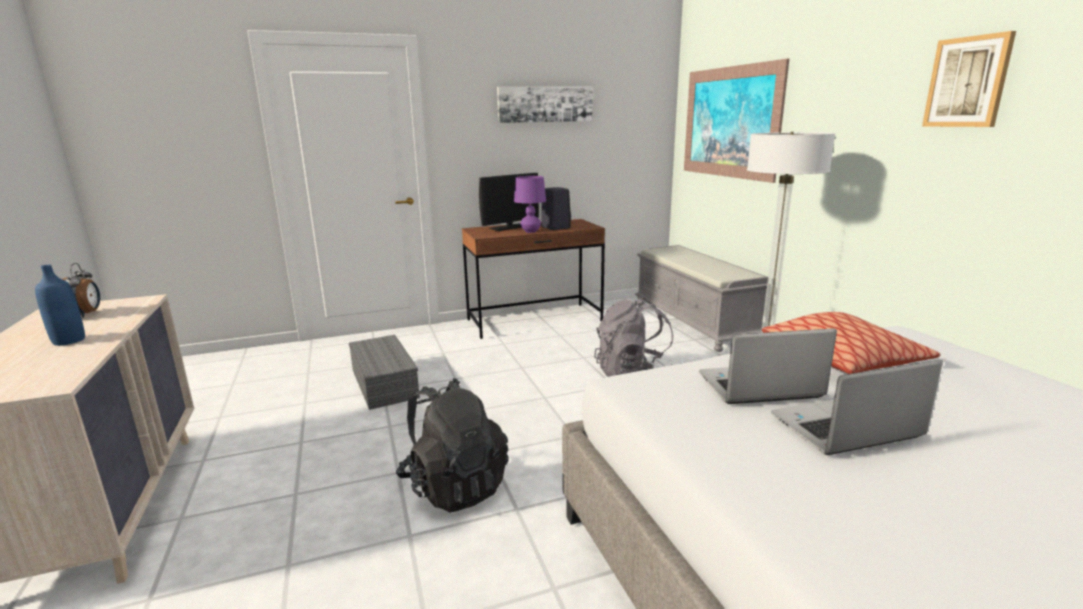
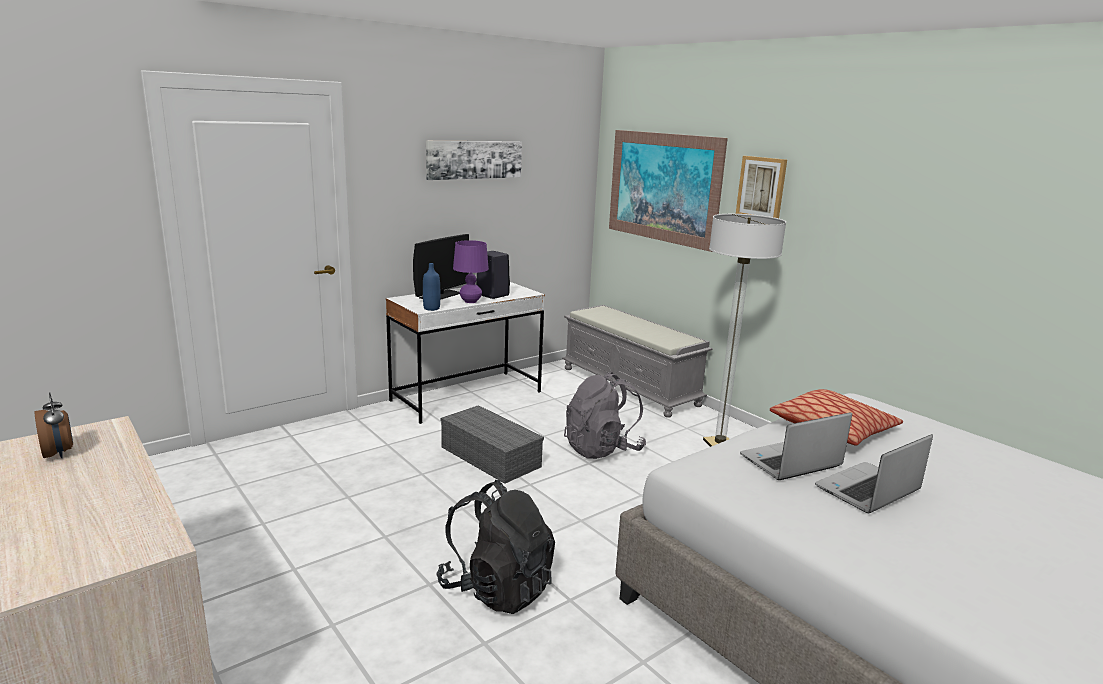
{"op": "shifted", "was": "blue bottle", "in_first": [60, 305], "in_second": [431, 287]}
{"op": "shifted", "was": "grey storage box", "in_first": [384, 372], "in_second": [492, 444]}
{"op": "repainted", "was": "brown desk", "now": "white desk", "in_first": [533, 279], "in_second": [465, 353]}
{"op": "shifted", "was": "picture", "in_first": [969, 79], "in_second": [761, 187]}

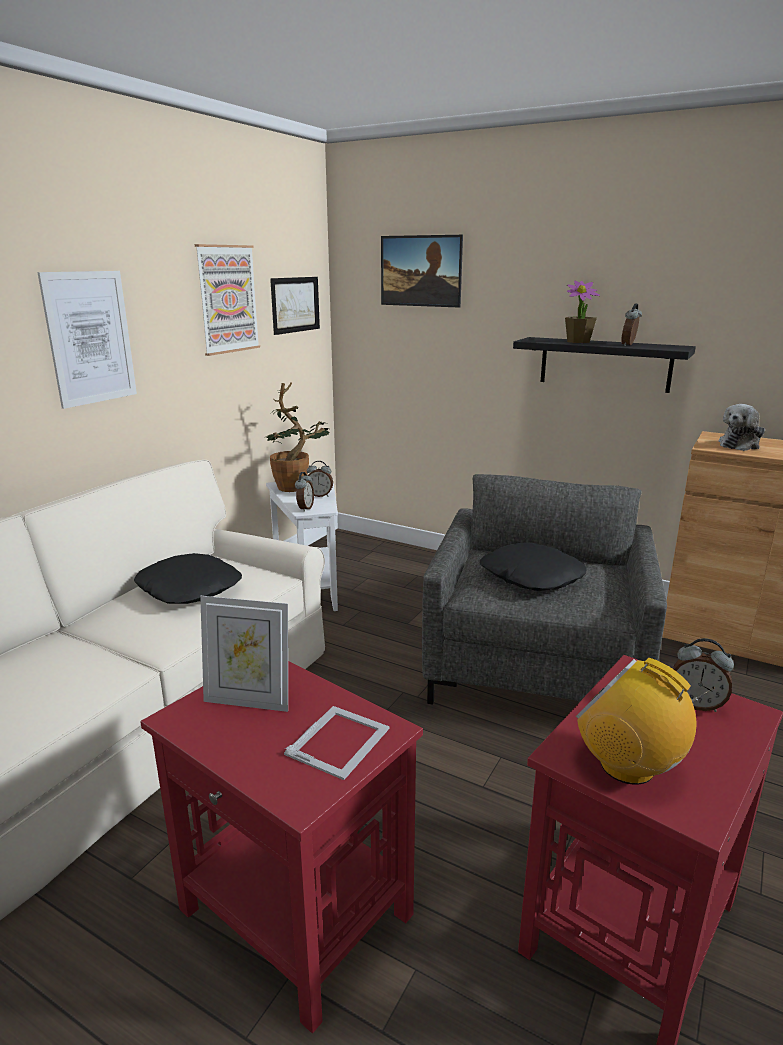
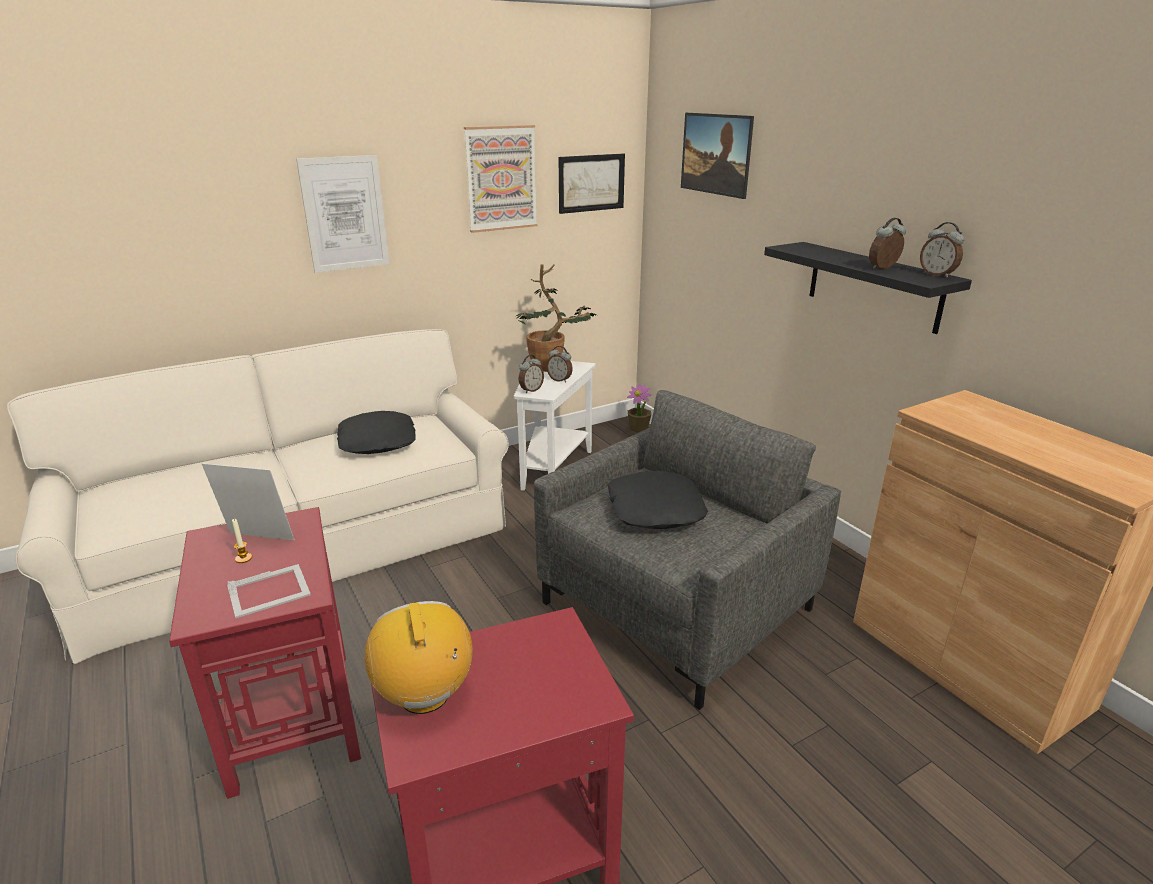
{"op": "rotated", "was": "picture frame", "in_first": [244, 654], "in_second": [248, 501], "clockwise": 150}
{"op": "shifted", "was": "potted plant", "in_first": [582, 311], "in_second": [639, 408]}
{"op": "shifted", "was": "alarm clock", "in_first": [703, 675], "in_second": [942, 250]}
{"op": "gone", "was": "plush toy", "in_first": [741, 427]}
{"op": "new", "now": "candle", "in_second": [242, 541]}

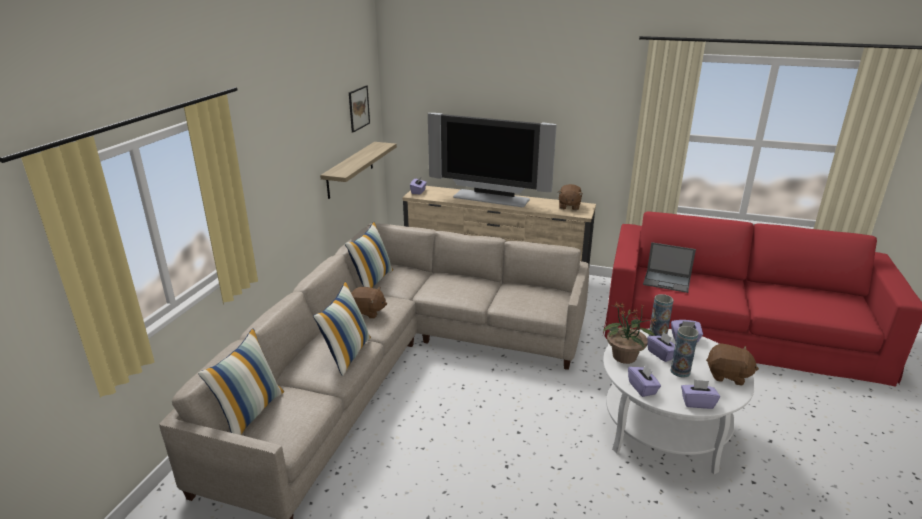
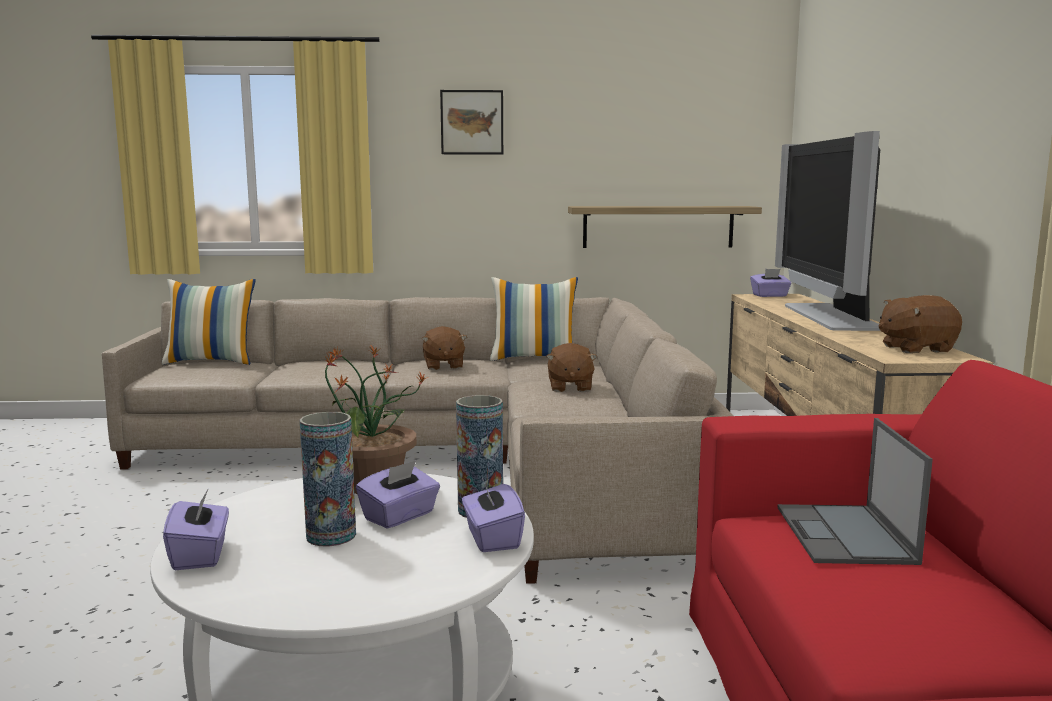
{"op": "gone", "was": "pillow", "in_first": [342, 328]}
{"op": "shifted", "was": "picture", "in_first": [359, 109], "in_second": [471, 122]}
{"op": "gone", "was": "purple tissue box", "in_first": [644, 380]}
{"op": "shifted", "was": "brown plush toy", "in_first": [732, 364], "in_second": [571, 367]}

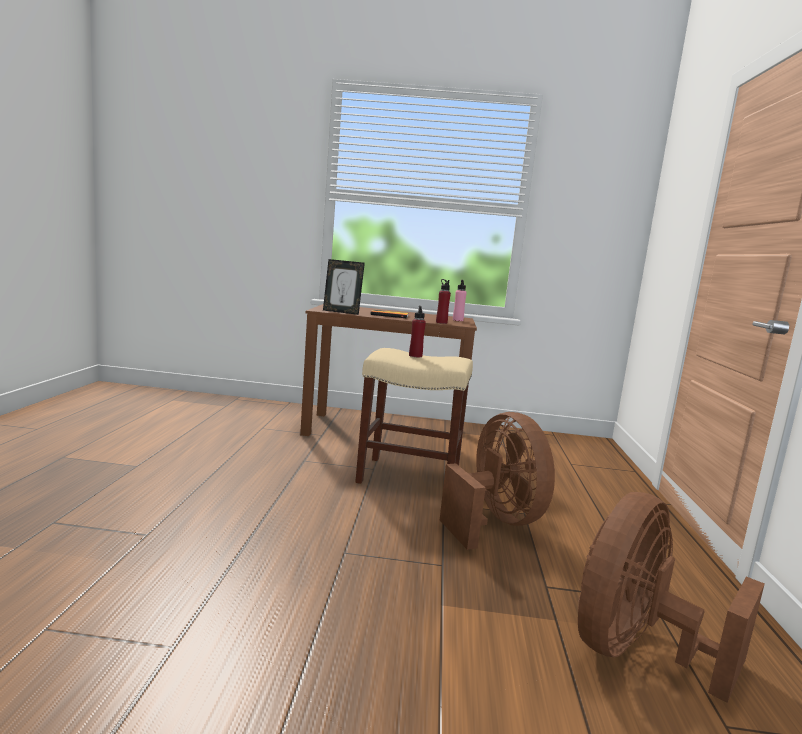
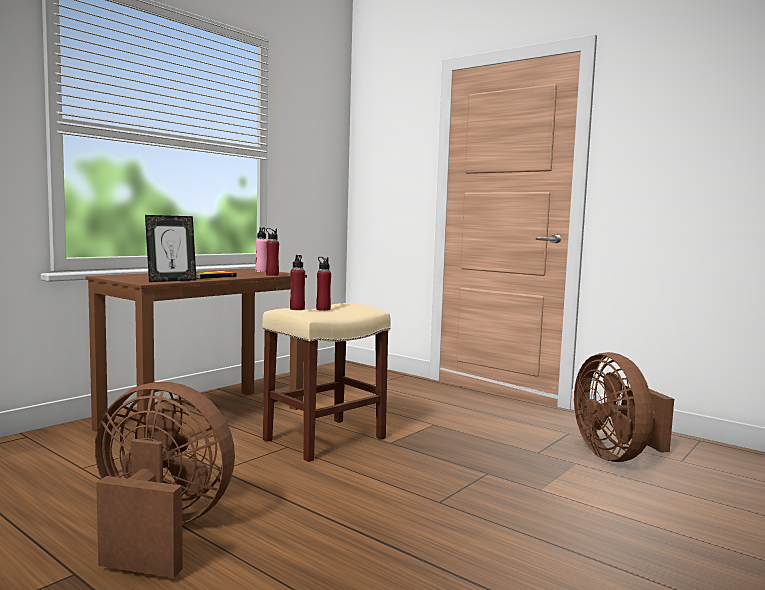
{"op": "shifted", "was": "brown fan", "in_first": [497, 481], "in_second": [165, 480]}
{"op": "new", "now": "red bottle", "in_second": [297, 282]}

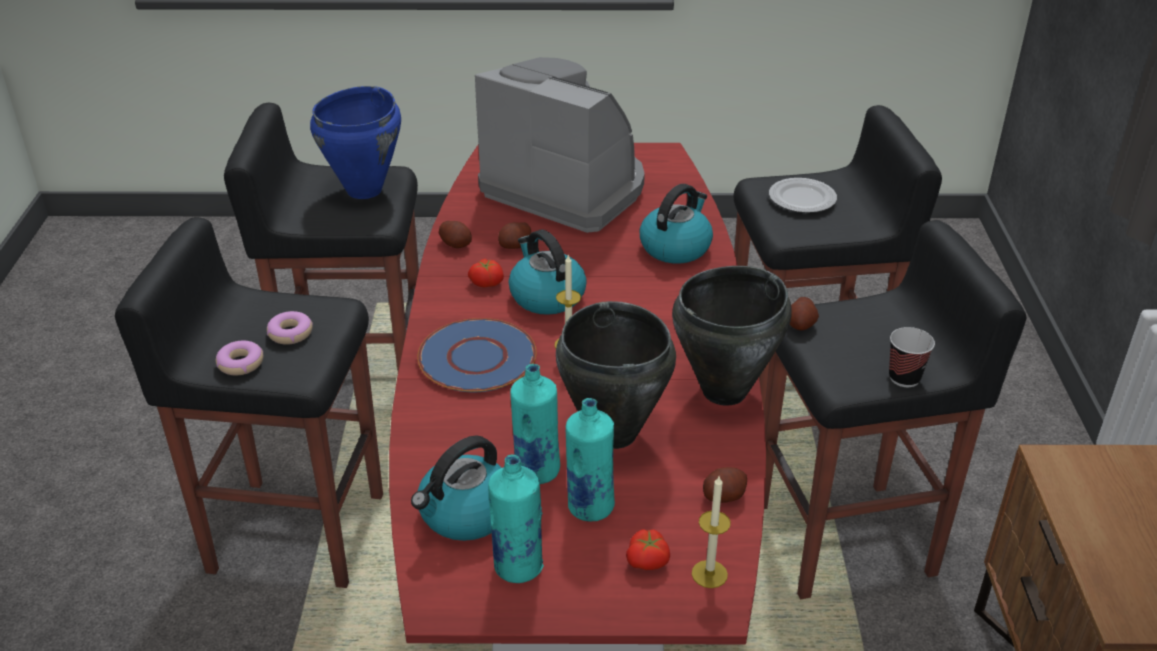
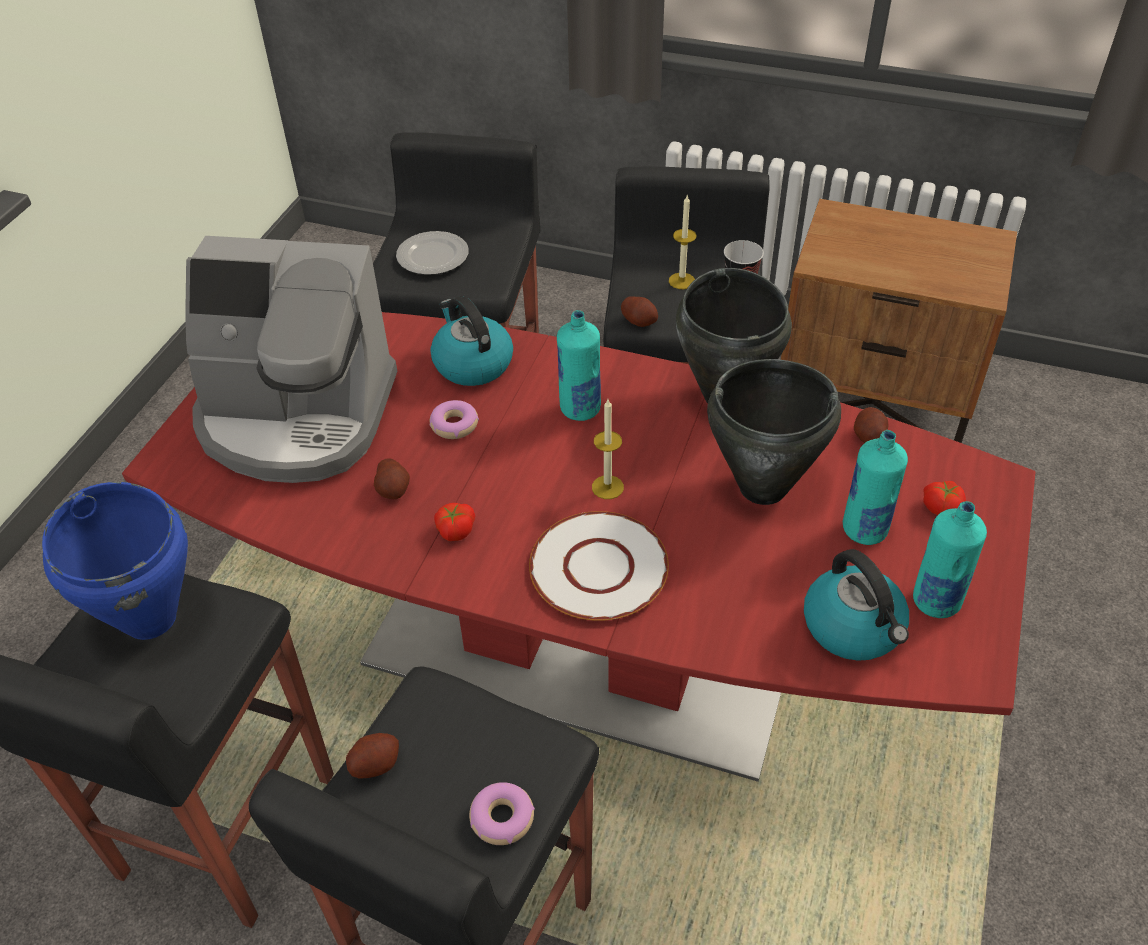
{"op": "shifted", "was": "donut", "in_first": [290, 328], "in_second": [454, 419]}
{"op": "repainted", "was": "blue plate", "now": "white plate", "in_first": [476, 355], "in_second": [599, 566]}
{"op": "shifted", "was": "potato", "in_first": [455, 234], "in_second": [372, 756]}
{"op": "rotated", "was": "coffee machine", "in_first": [560, 145], "in_second": [291, 359], "clockwise": -135}
{"op": "gone", "was": "kettle", "in_first": [547, 272]}
{"op": "shifted", "was": "turquoise bottle", "in_first": [535, 424], "in_second": [579, 365]}
{"op": "shifted", "was": "candle", "in_first": [711, 532], "in_second": [682, 242]}

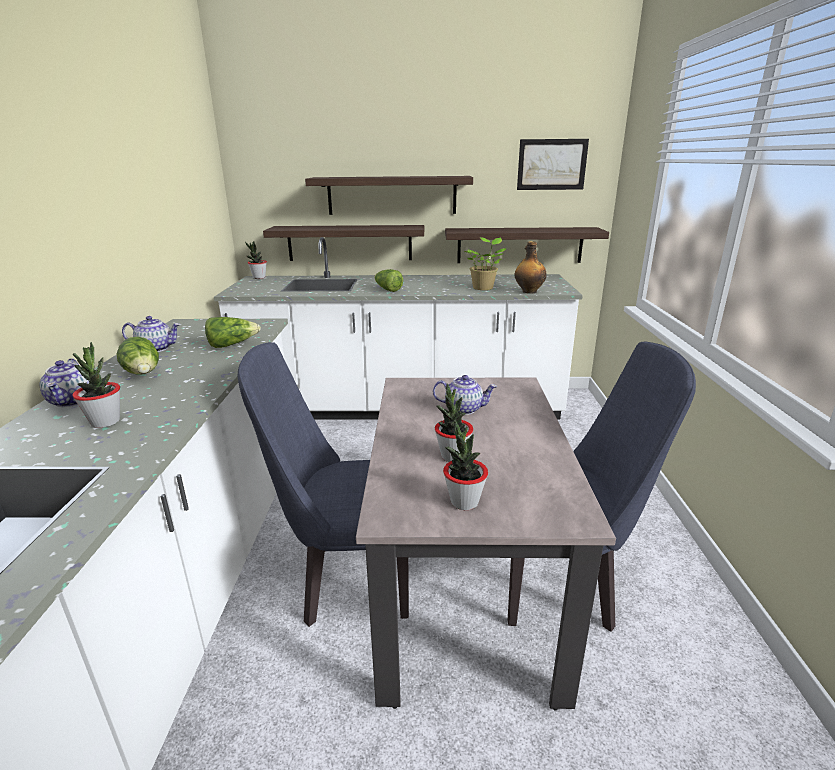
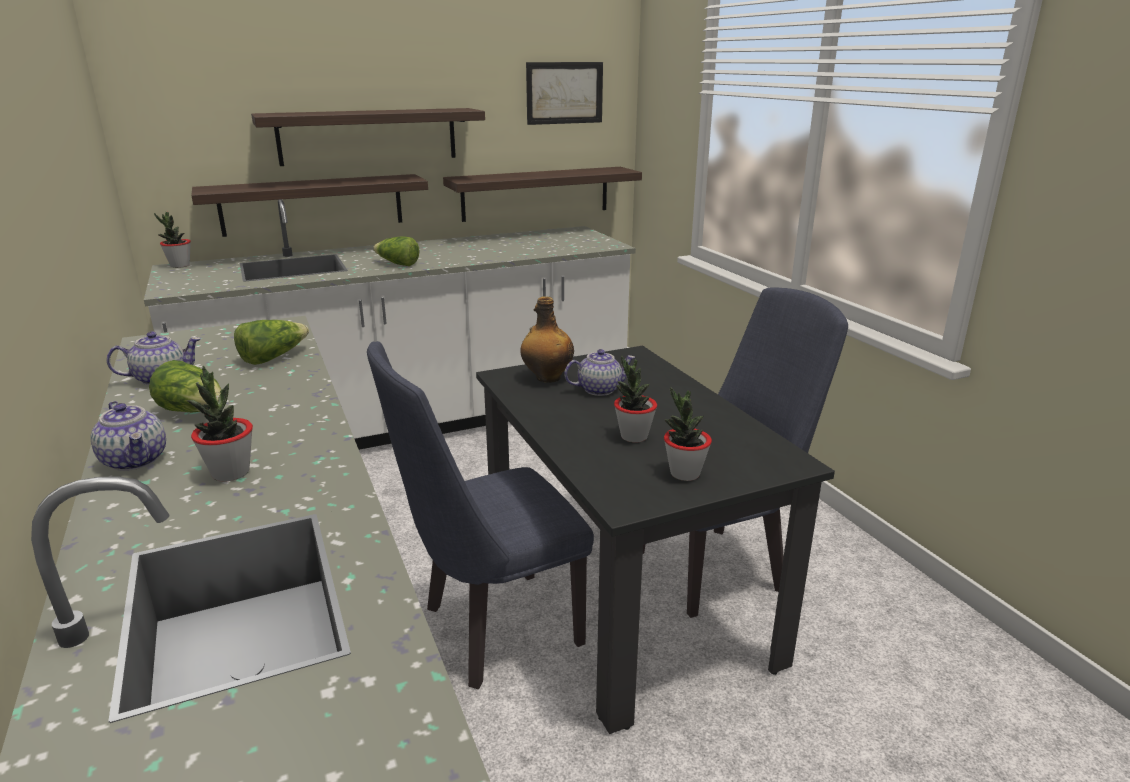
{"op": "repainted", "was": "beige dining table", "now": "black dining table", "in_first": [486, 544], "in_second": [655, 540]}
{"op": "gone", "was": "potted plant", "in_first": [485, 263]}
{"op": "shifted", "was": "bottle", "in_first": [531, 267], "in_second": [547, 339]}

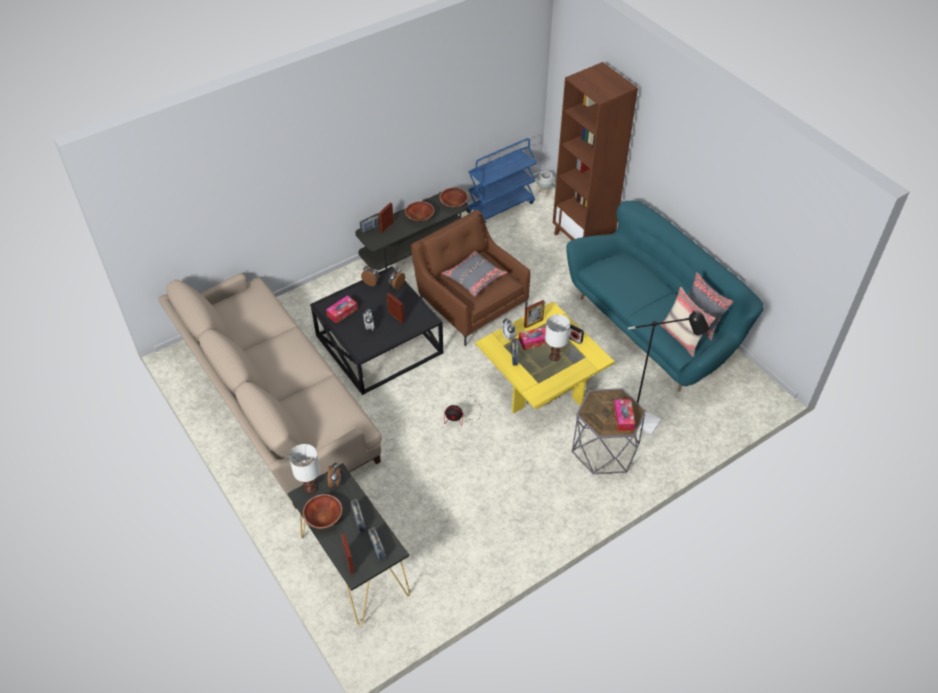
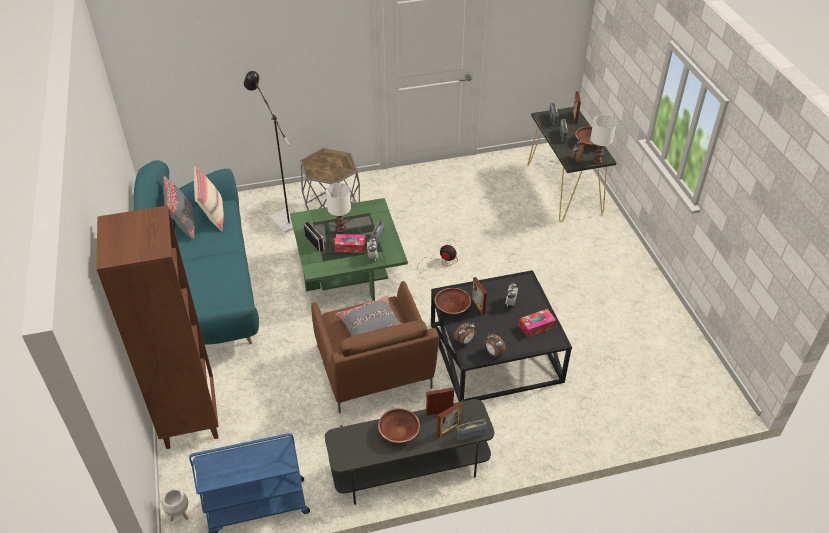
{"op": "gone", "was": "beige sofa", "in_first": [270, 391]}
{"op": "shifted", "was": "brown bowl", "in_first": [453, 197], "in_second": [453, 301]}
{"op": "repainted", "was": "yellow coffee table", "now": "green coffee table", "in_first": [545, 357], "in_second": [349, 249]}
{"op": "shifted", "was": "picture frame", "in_first": [534, 314], "in_second": [440, 402]}
{"op": "gone", "was": "tissue box", "in_first": [624, 415]}

